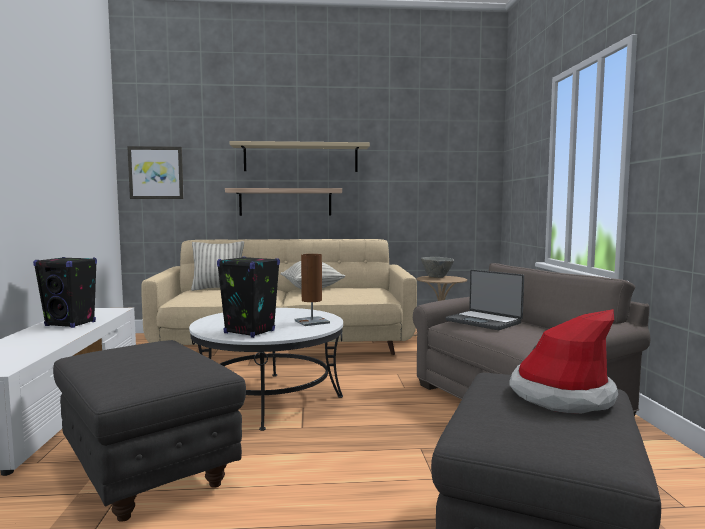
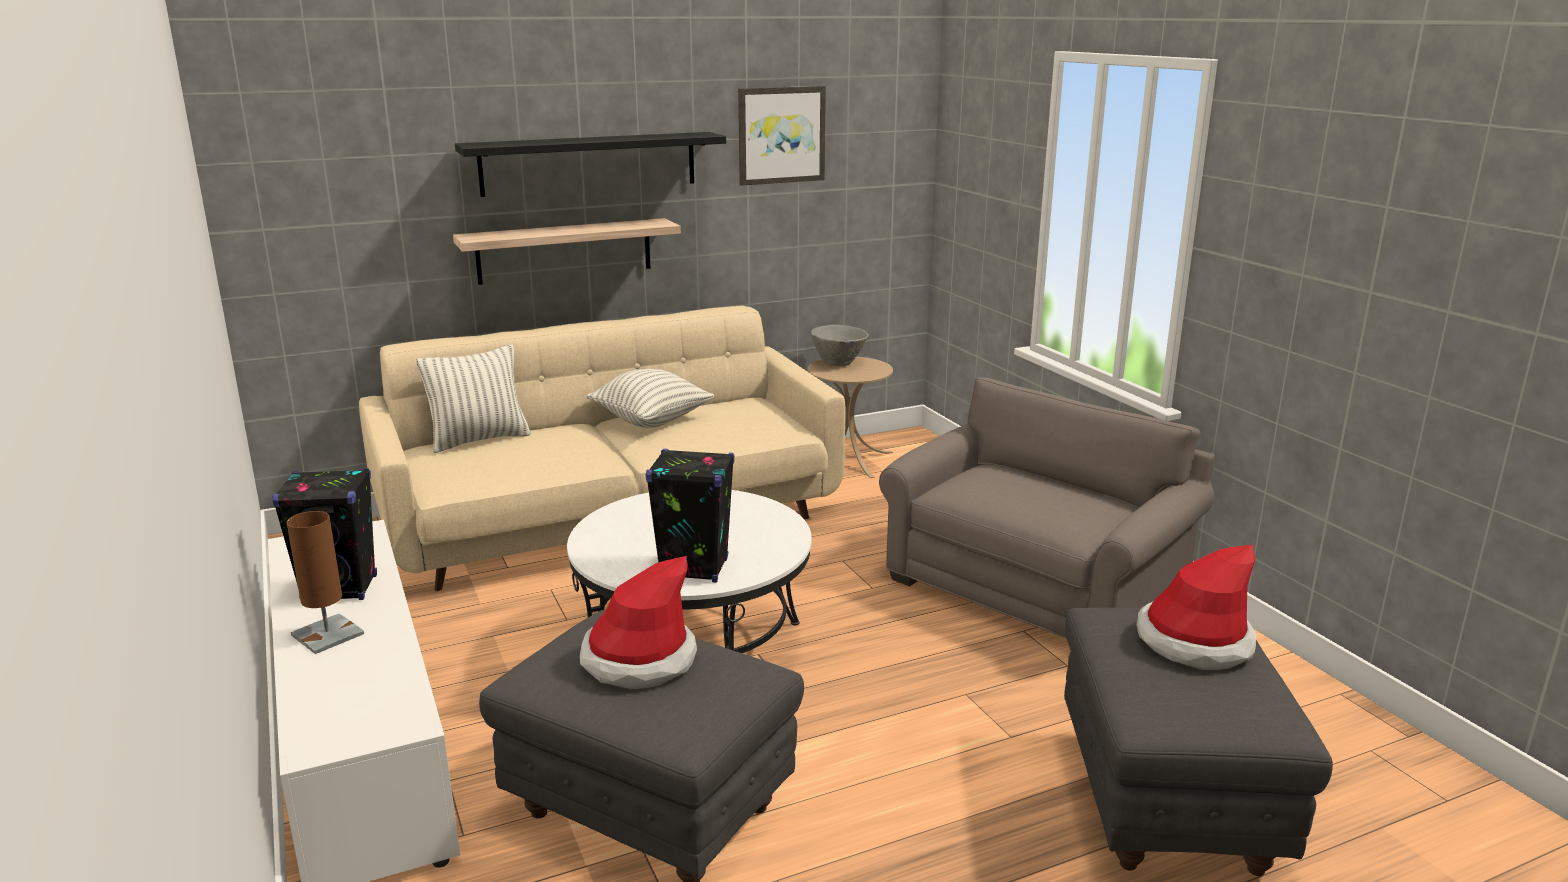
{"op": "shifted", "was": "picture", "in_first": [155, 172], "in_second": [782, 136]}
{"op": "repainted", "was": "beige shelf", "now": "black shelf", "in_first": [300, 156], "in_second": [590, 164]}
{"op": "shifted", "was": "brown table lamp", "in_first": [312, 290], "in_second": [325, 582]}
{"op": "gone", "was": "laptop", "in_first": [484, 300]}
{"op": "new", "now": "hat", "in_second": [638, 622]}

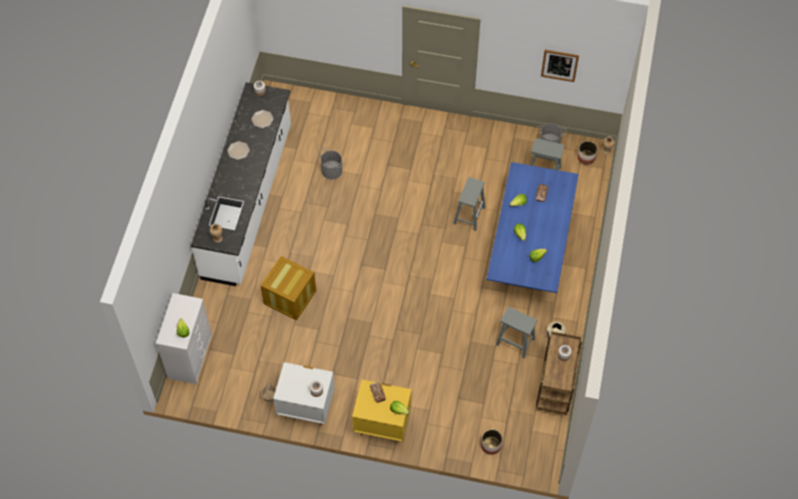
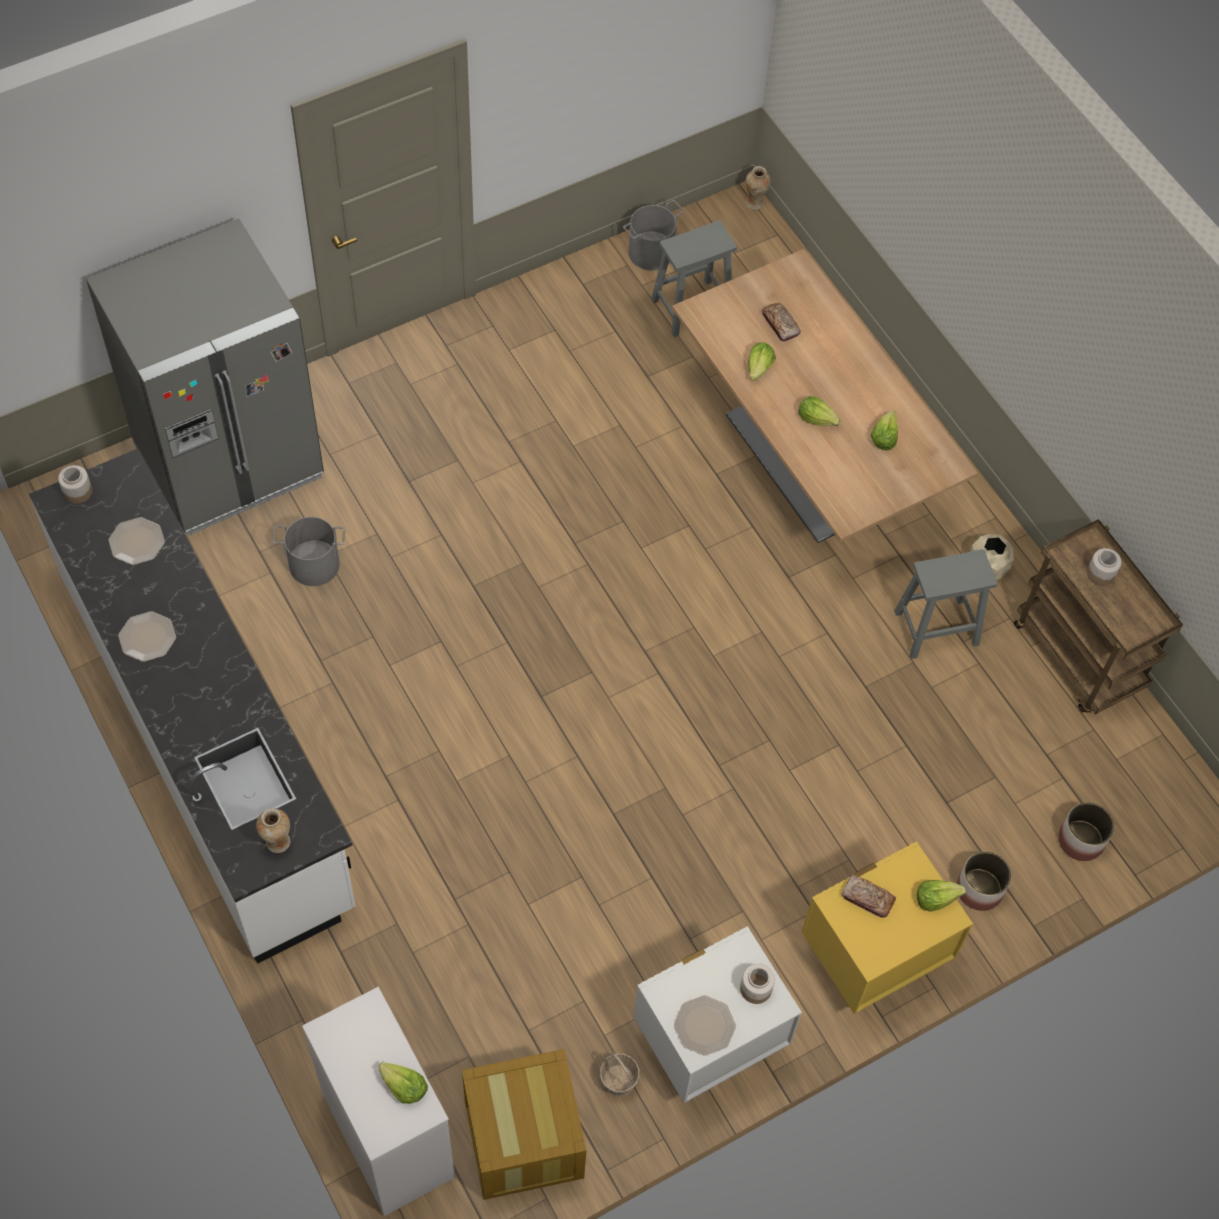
{"op": "shifted", "was": "crate", "in_first": [288, 288], "in_second": [524, 1124]}
{"op": "gone", "was": "grey stool", "in_first": [469, 204]}
{"op": "repainted", "was": "blue dining table", "now": "beige dining table", "in_first": [532, 227], "in_second": [825, 396]}
{"op": "gone", "was": "picture", "in_first": [560, 66]}
{"op": "shifted", "was": "planter", "in_first": [587, 152], "in_second": [984, 881]}
{"op": "new", "now": "grey fridge", "in_second": [205, 377]}
{"op": "new", "now": "plate", "in_second": [705, 1025]}

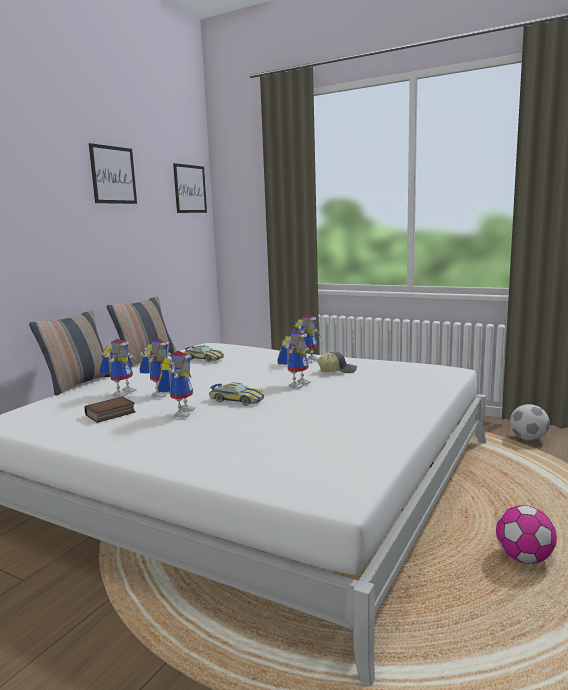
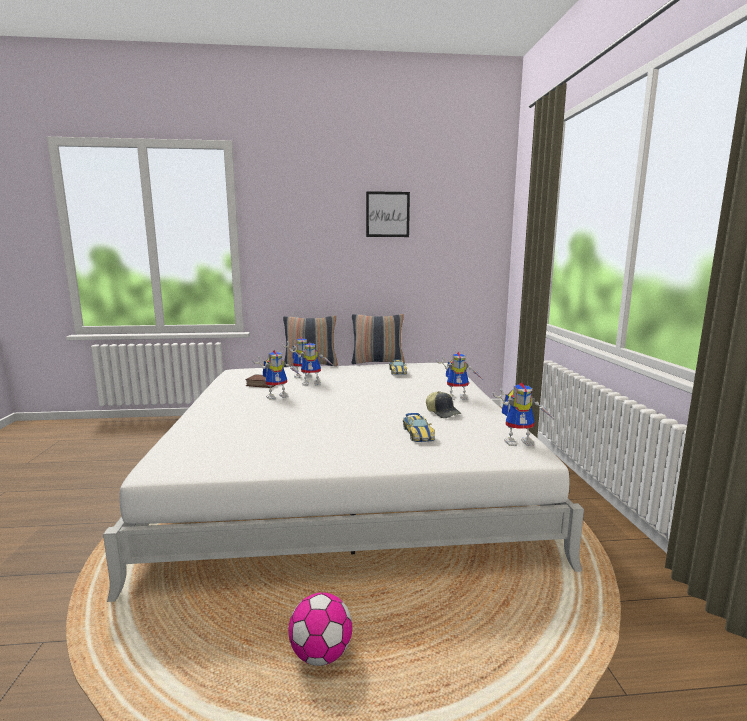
{"op": "gone", "was": "picture", "in_first": [190, 188]}
{"op": "shifted", "was": "toy car", "in_first": [236, 394], "in_second": [419, 427]}
{"op": "shifted", "was": "toy robot", "in_first": [295, 359], "in_second": [523, 414]}
{"op": "gone", "was": "football", "in_first": [530, 422]}

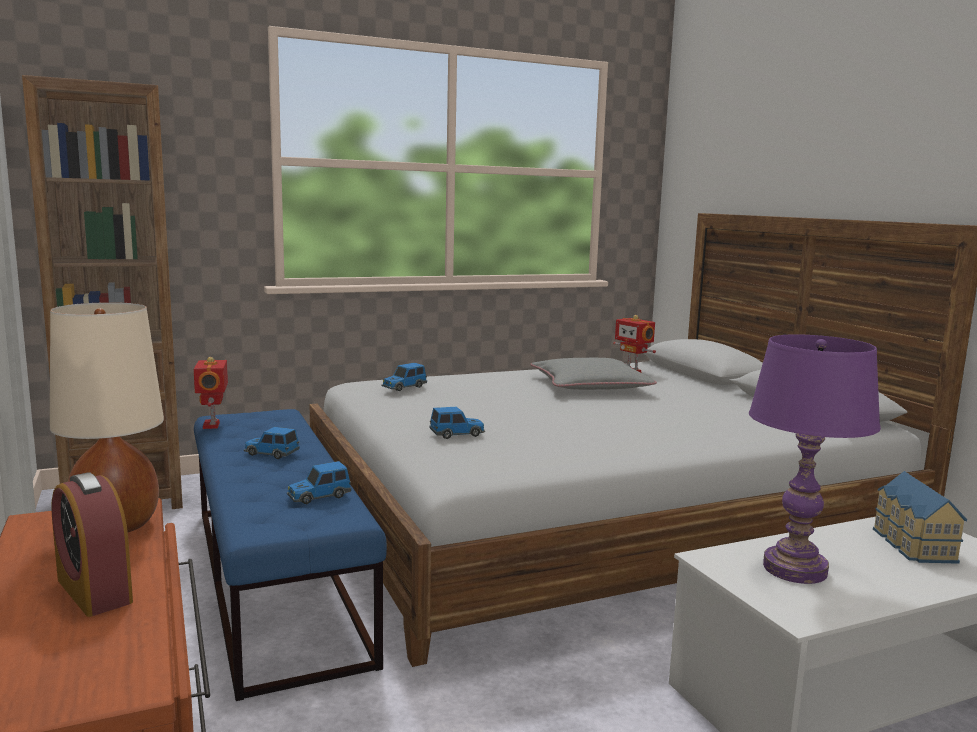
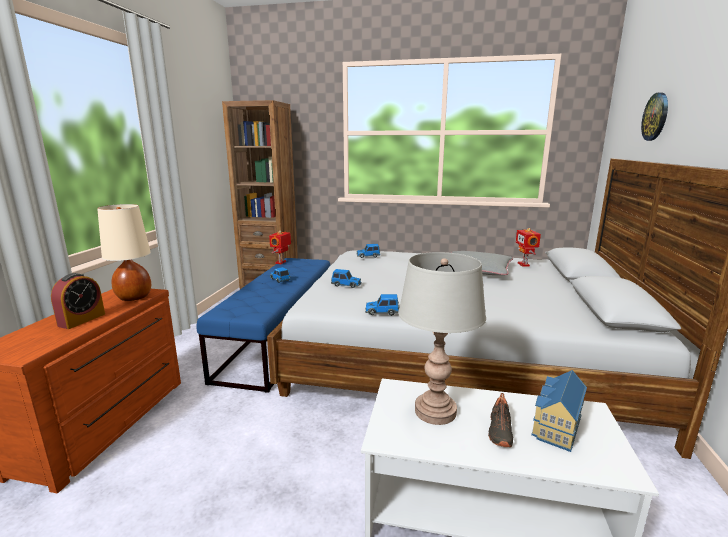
{"op": "rotated", "was": "alarm clock", "in_first": [92, 544], "in_second": [78, 301], "clockwise": -150}
{"op": "shifted", "was": "toy car", "in_first": [319, 482], "in_second": [382, 305]}
{"op": "repainted", "was": "purple table lamp", "now": "grey table lamp", "in_first": [815, 459], "in_second": [442, 338]}
{"op": "new", "now": "black shoe", "in_second": [500, 420]}
{"op": "new", "now": "wall clock", "in_second": [654, 116]}

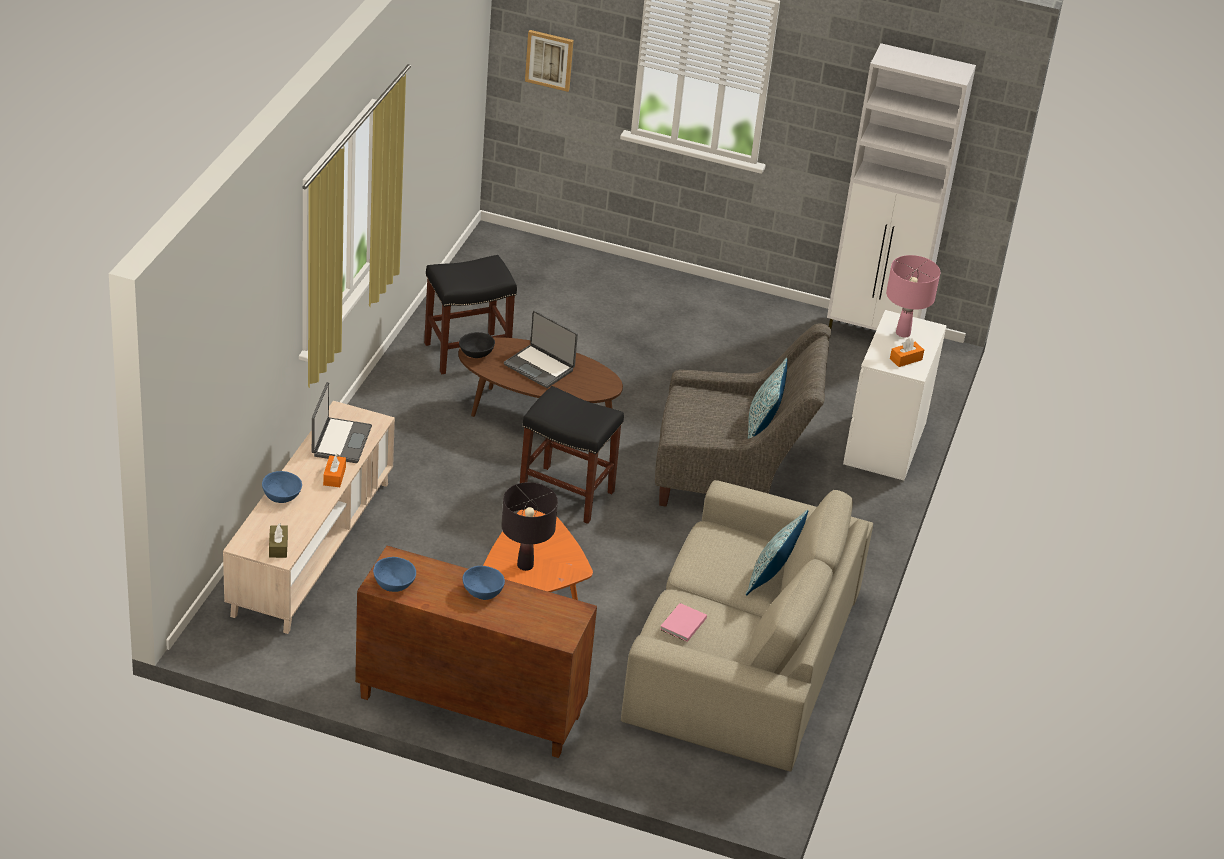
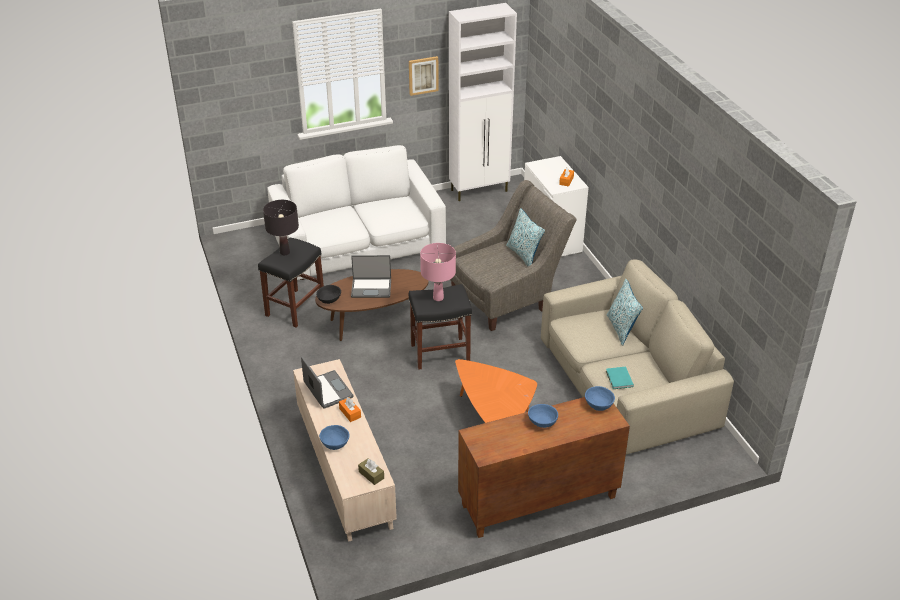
{"op": "shifted", "was": "blue bowl", "in_first": [394, 574], "in_second": [600, 398]}
{"op": "shifted", "was": "black table lamp", "in_first": [529, 526], "in_second": [281, 227]}
{"op": "shifted", "was": "picture", "in_first": [549, 61], "in_second": [424, 76]}
{"op": "repainted", "was": "pink book", "now": "turquoise book", "in_first": [683, 622], "in_second": [620, 378]}
{"op": "shifted", "was": "pink table lamp", "in_first": [913, 296], "in_second": [438, 272]}
{"op": "new", "now": "white sofa", "in_second": [356, 212]}

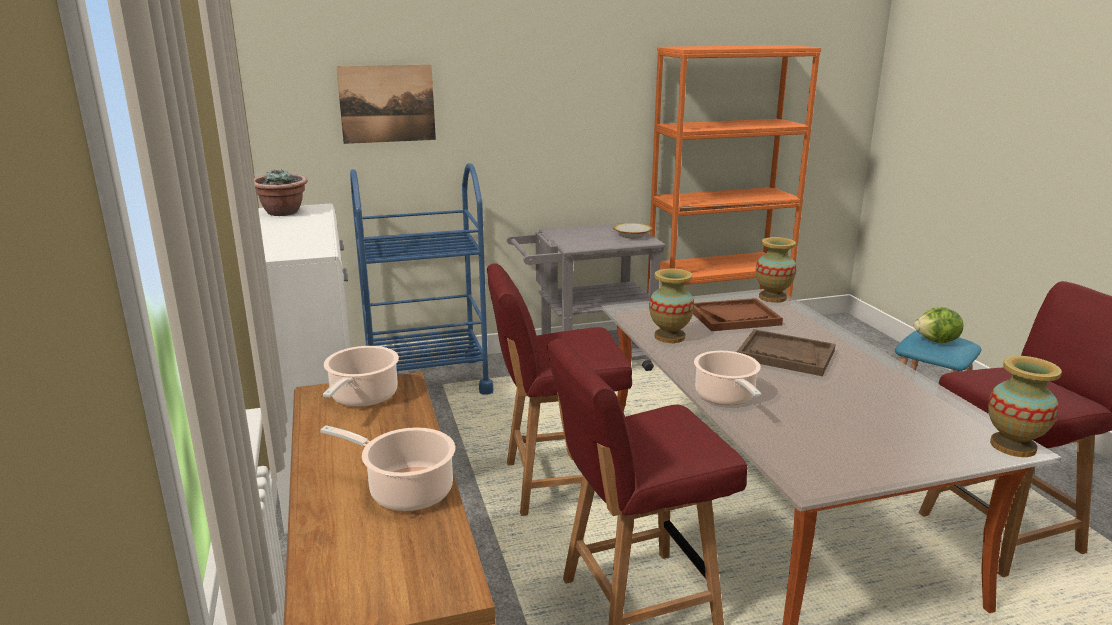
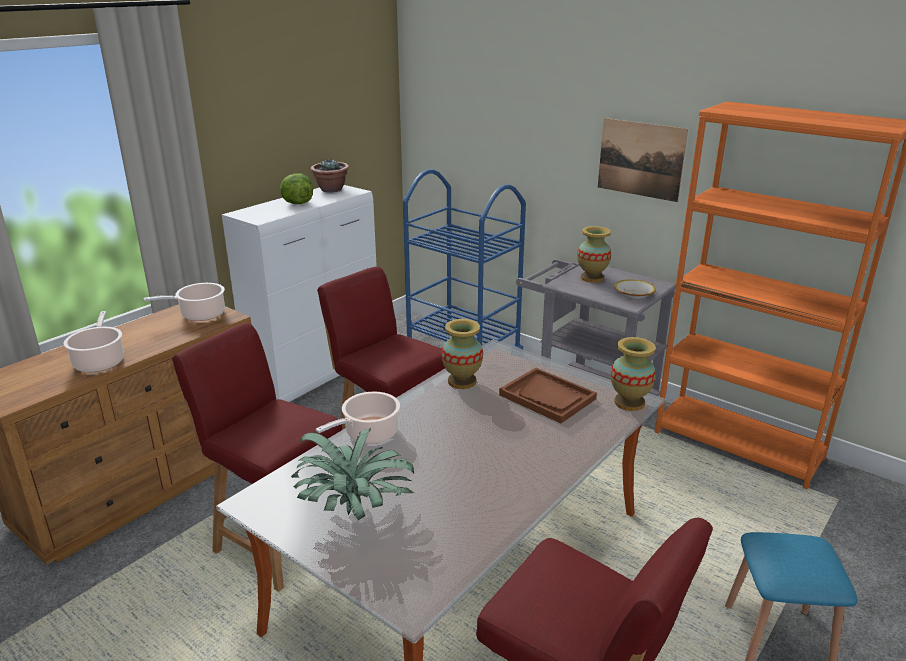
{"op": "shifted", "was": "picture", "in_first": [386, 104], "in_second": [643, 160]}
{"op": "gone", "was": "brown tray", "in_first": [786, 352]}
{"op": "shifted", "was": "lettuce", "in_first": [939, 325], "in_second": [296, 189]}
{"op": "shifted", "was": "vase", "in_first": [1025, 406], "in_second": [594, 254]}
{"op": "new", "now": "potted plant", "in_second": [352, 474]}

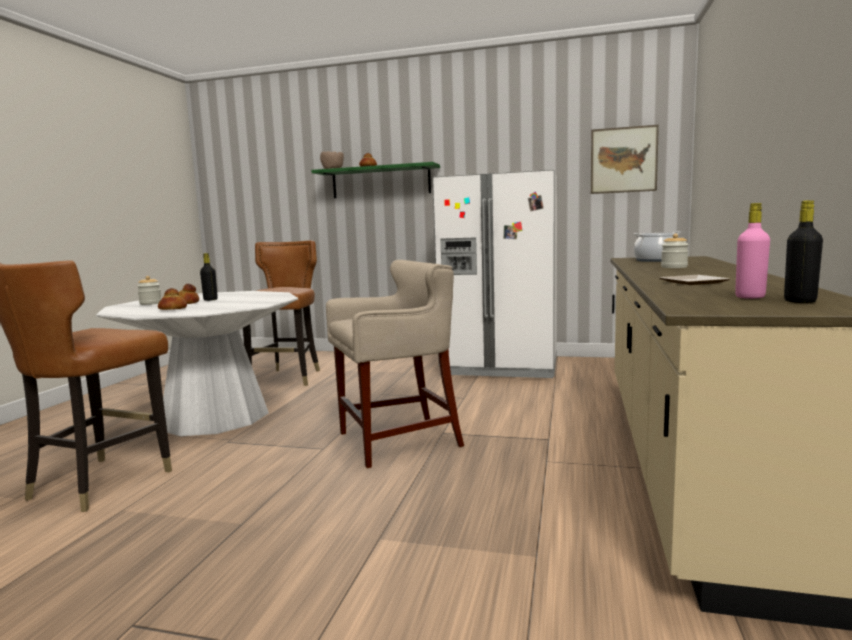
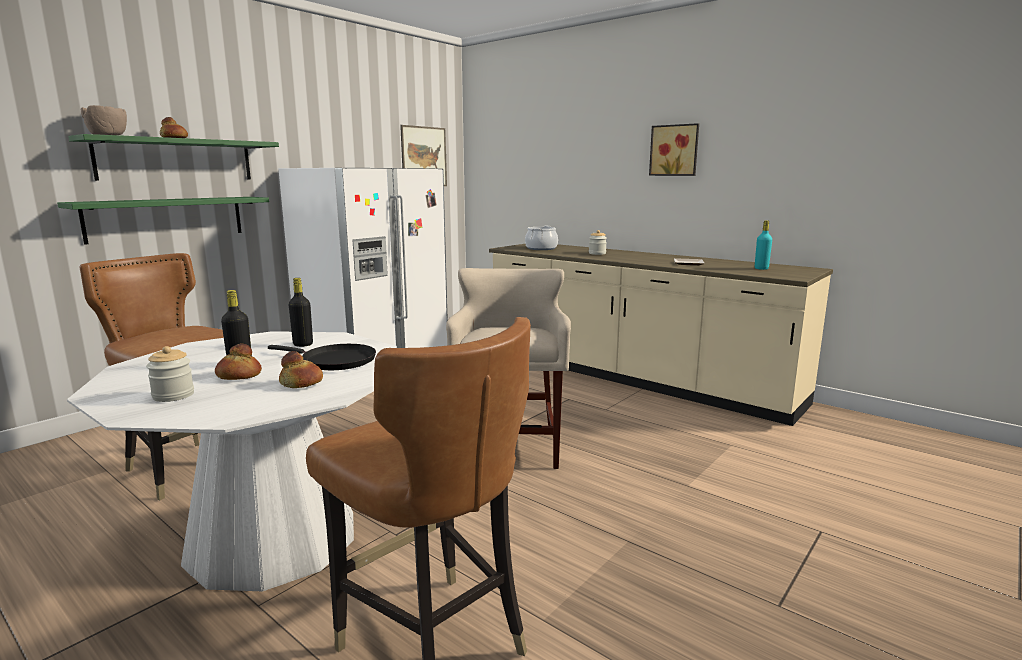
{"op": "repainted", "was": "pink bottle", "now": "turquoise bottle", "in_first": [752, 251], "in_second": [763, 245]}
{"op": "shifted", "was": "black bottle", "in_first": [803, 251], "in_second": [301, 312]}
{"op": "new", "now": "green shelf", "in_second": [163, 221]}
{"op": "new", "now": "black frying pan", "in_second": [322, 357]}
{"op": "new", "now": "picture", "in_second": [674, 149]}

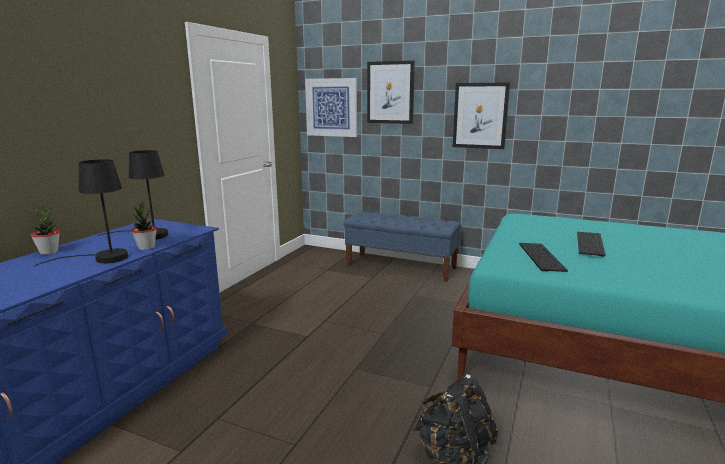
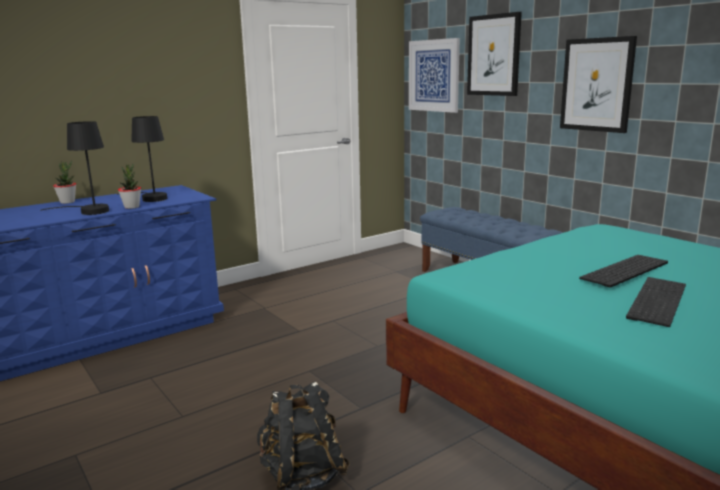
{"op": "shifted", "was": "keyboard", "in_first": [543, 257], "in_second": [656, 302]}

